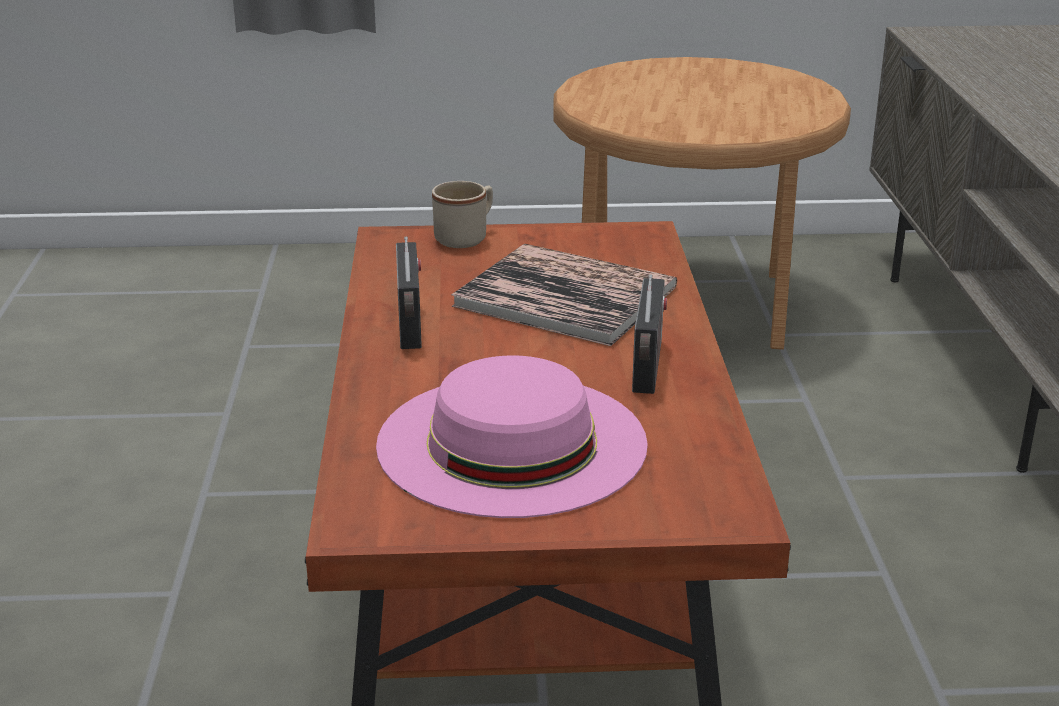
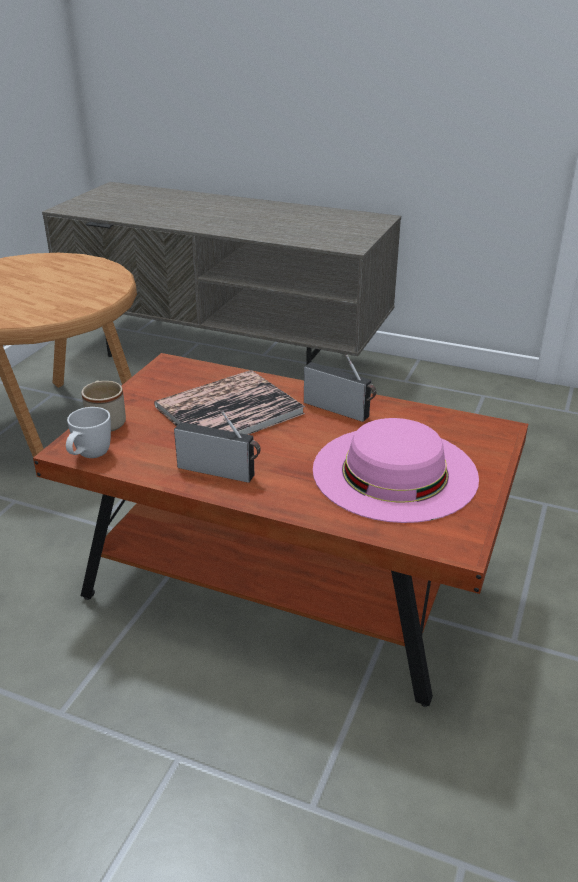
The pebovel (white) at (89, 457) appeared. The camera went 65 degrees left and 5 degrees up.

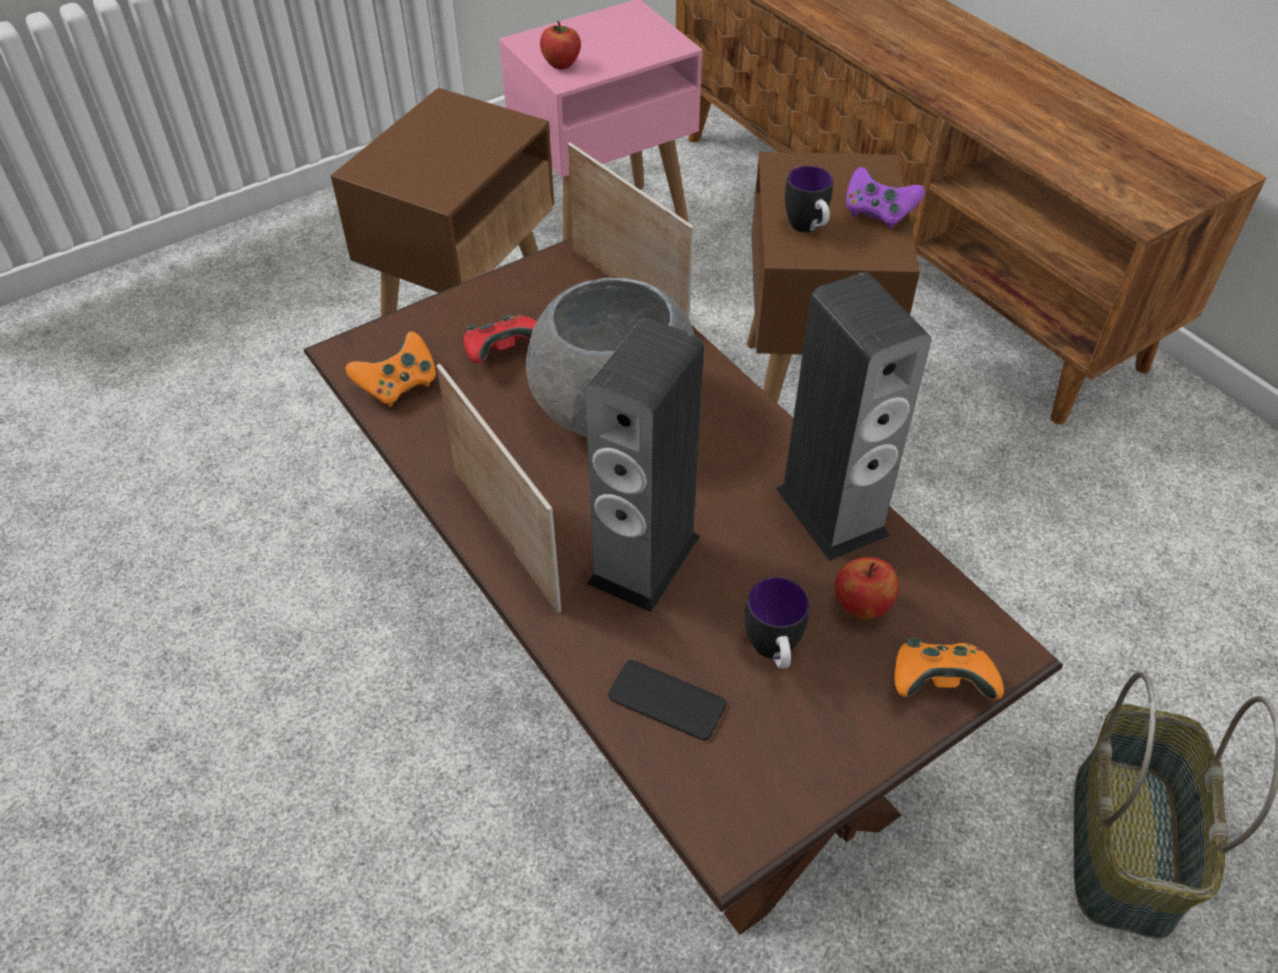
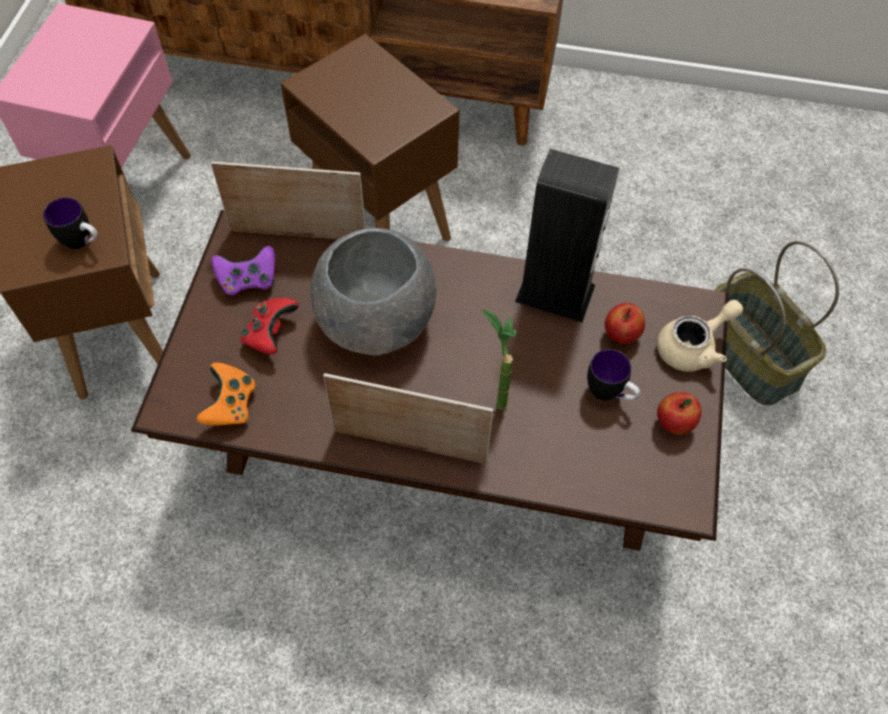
The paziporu at (667, 700) disappeared. The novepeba moved from (561, 65) to (674, 423). The pebovel moved from (808, 229) to (83, 243). The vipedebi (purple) moved from (877, 213) to (248, 280). The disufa at (644, 559) was replaced by the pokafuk at (495, 397). The vipedebi (orange) at (939, 684) was replaced by the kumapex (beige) at (693, 347). The camera went 45 degrees left and 10 degrees up.

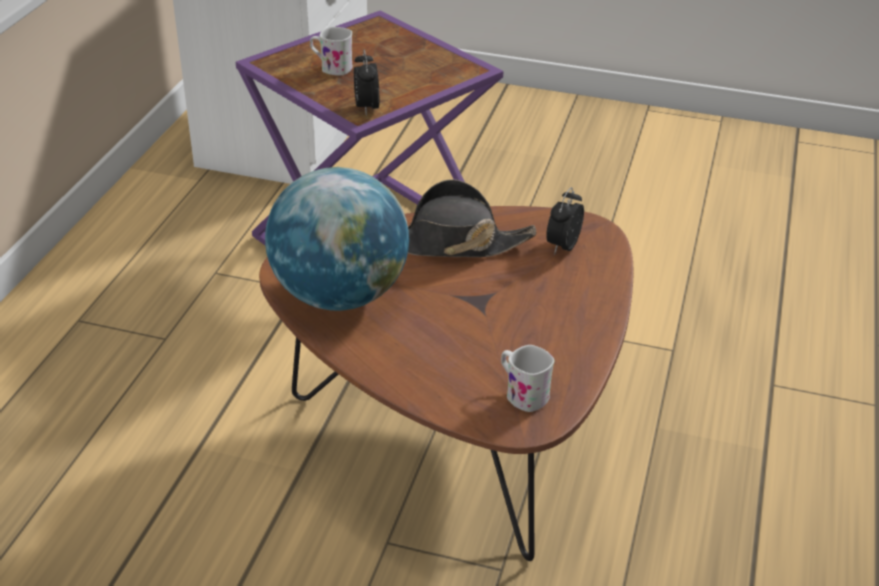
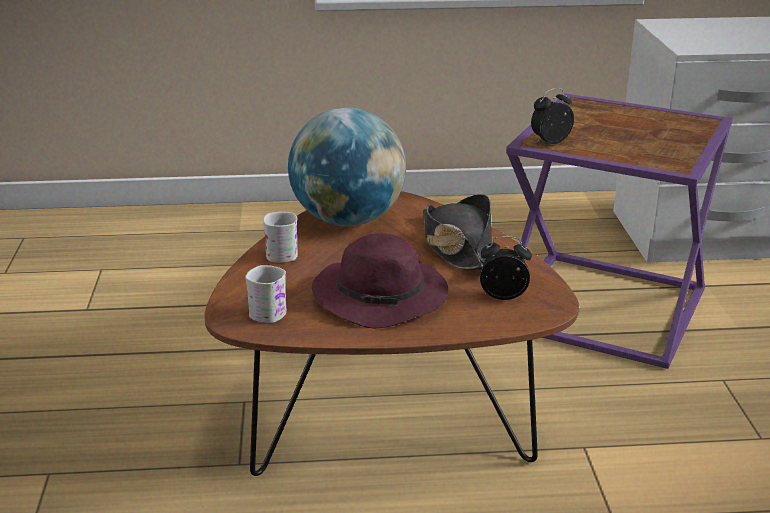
The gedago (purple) at (382, 298) appeared. The pebovel (white) moved from (331, 68) to (282, 252). The camera went 70 degrees right and 10 degrees down.

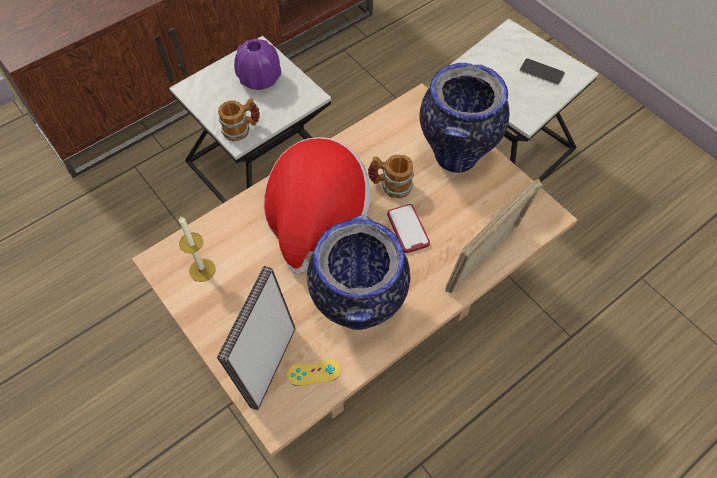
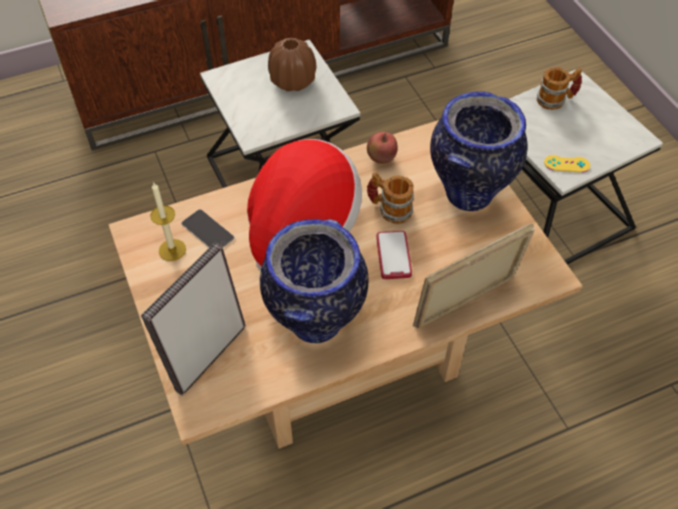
The novepeba at (381, 159) appeared. The pebovel moved from (241, 129) to (556, 100). The vipedebi (yellow) moved from (314, 372) to (566, 164). The paziporu moved from (541, 72) to (207, 231). The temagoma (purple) at (259, 79) became the temagoma (brown) at (292, 81). The camera went 15 degrees right and 5 degrees down.

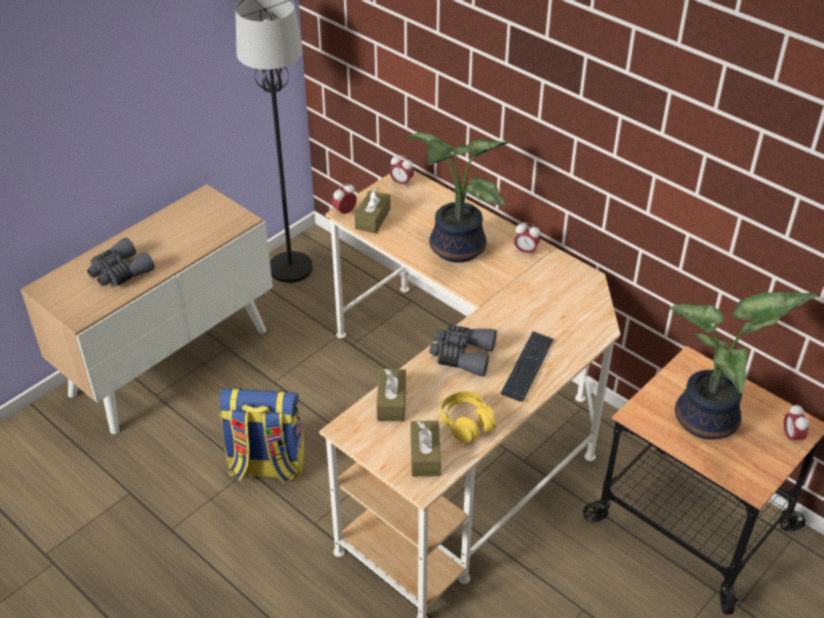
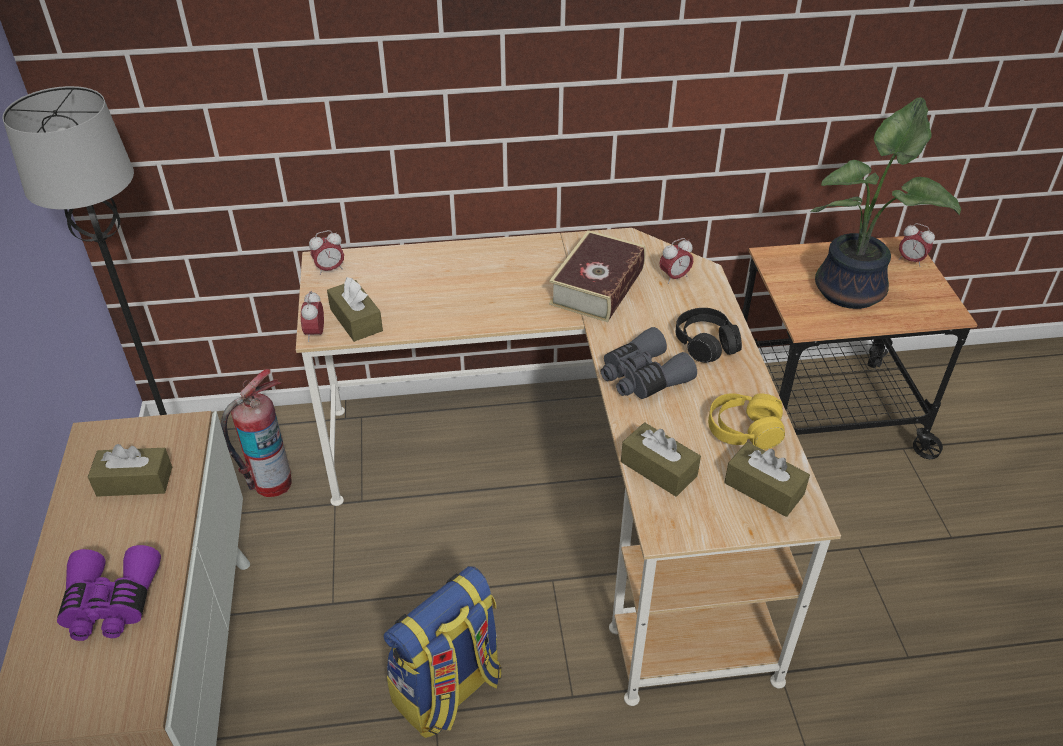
The pokafuk at (453, 248) disappeared. The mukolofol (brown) at (135, 481) appeared. The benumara at (271, 483) appeared. The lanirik at (597, 286) appeared. The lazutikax moved from (525, 251) to (674, 277). The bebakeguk at (527, 367) was replaced by the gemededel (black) at (706, 344). The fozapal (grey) at (120, 272) became the fozapal (purple) at (110, 603). The camera went 50 degrees left and 0 degrees up.

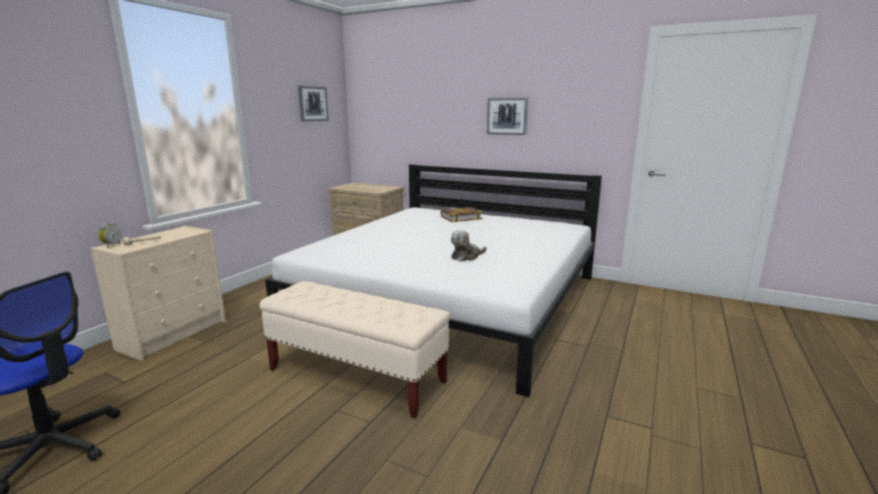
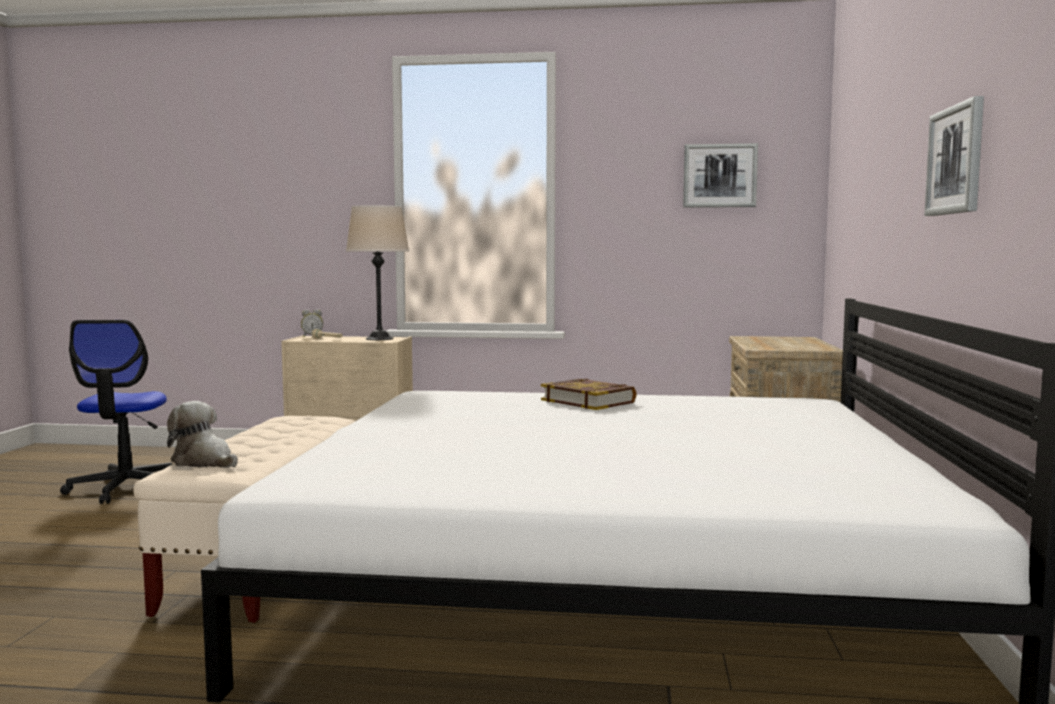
The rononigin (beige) at (379, 339) appeared. The lanirik moved from (461, 217) to (588, 401). The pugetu moved from (466, 256) to (204, 462). The camera went 70 degrees right and 10 degrees down.

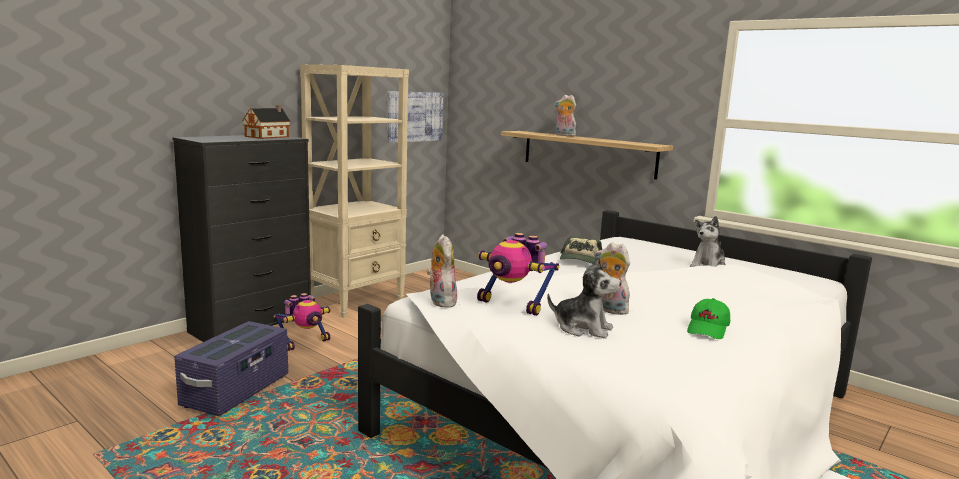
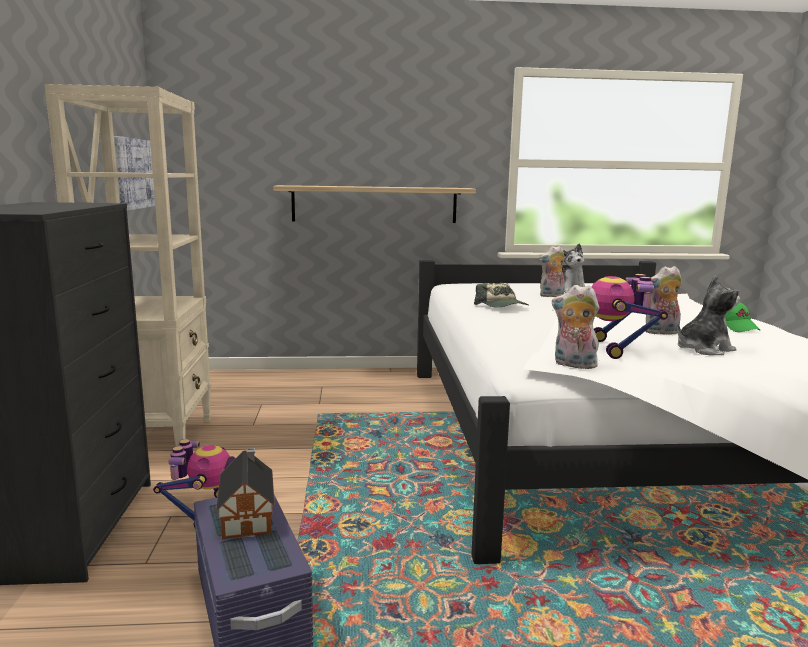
The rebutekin moved from (269, 137) to (248, 515). The pugetu moved from (564, 135) to (551, 296). The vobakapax at (513, 305) turned 105 degrees clockwise. The camera went 45 degrees left and 0 degrees up.

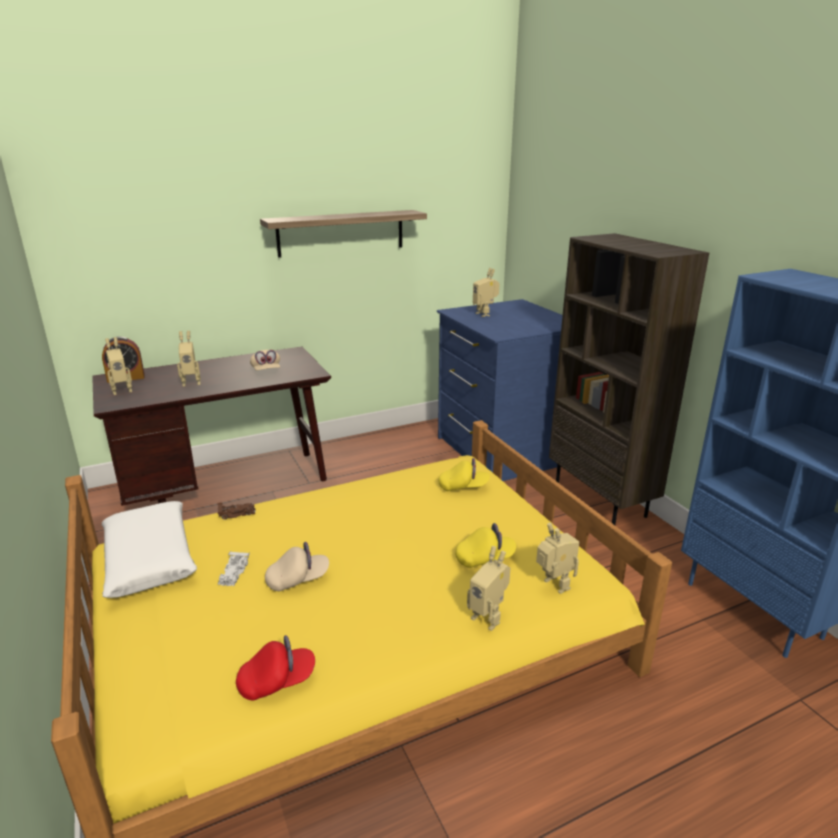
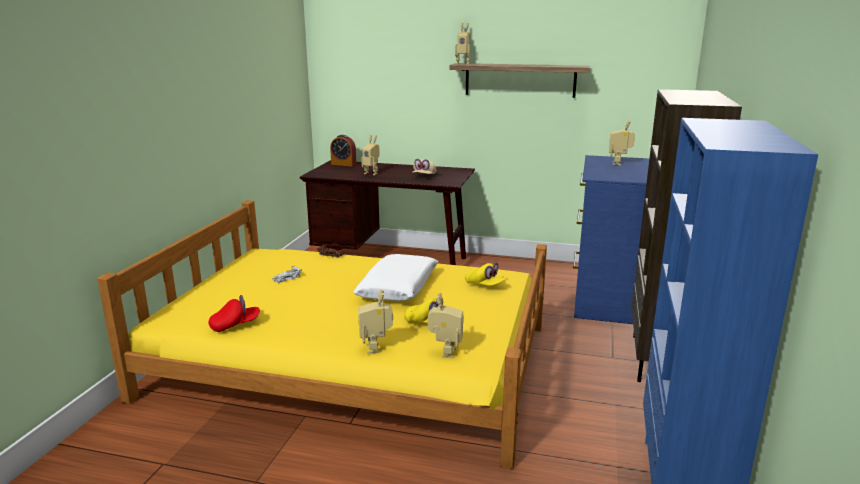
The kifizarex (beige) at (298, 579) disappeared. The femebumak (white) moved from (150, 558) to (398, 287). The vobakapax moved from (122, 390) to (463, 63). The kifizarex (red) at (277, 681) turned 45 degrees counterclockwise. The camera went 40 degrees right and 5 degrees down.

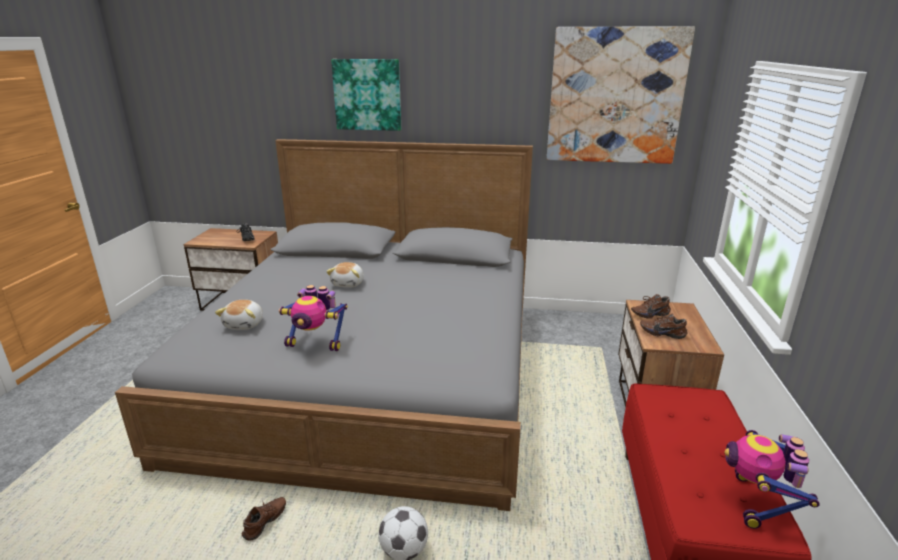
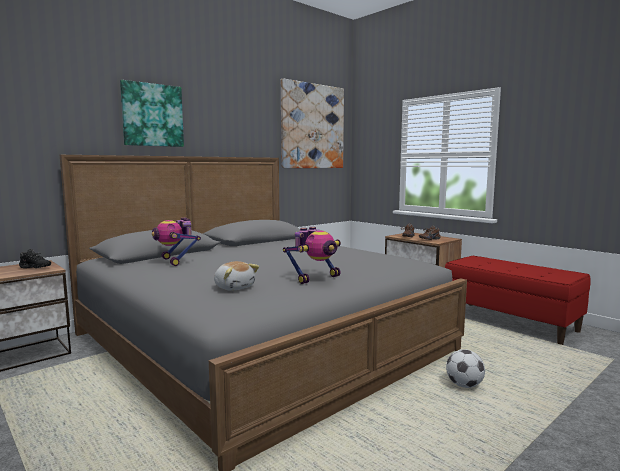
The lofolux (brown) at (266, 523) disappeared. The pugetu at (348, 283) disappeared. The vobakapax moved from (757, 503) to (176, 261). The camera went 50 degrees left and 15 degrees down.

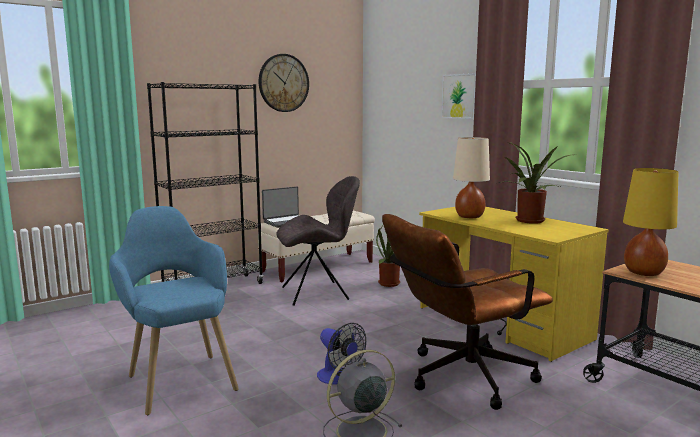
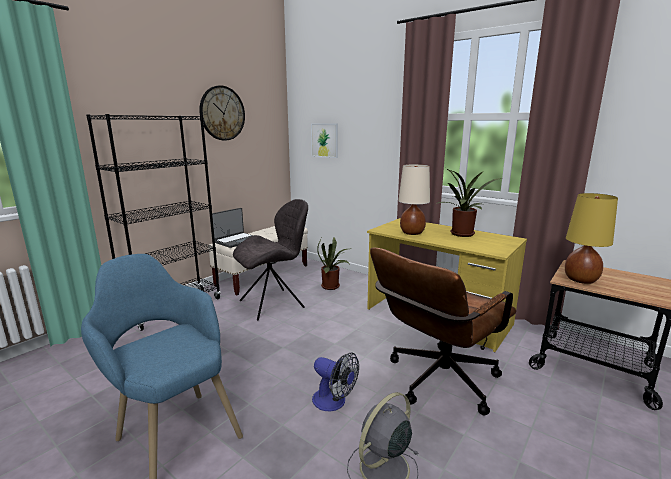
The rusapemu moved from (459, 96) to (324, 140). The camera went 15 degrees left and 5 degrees up.

